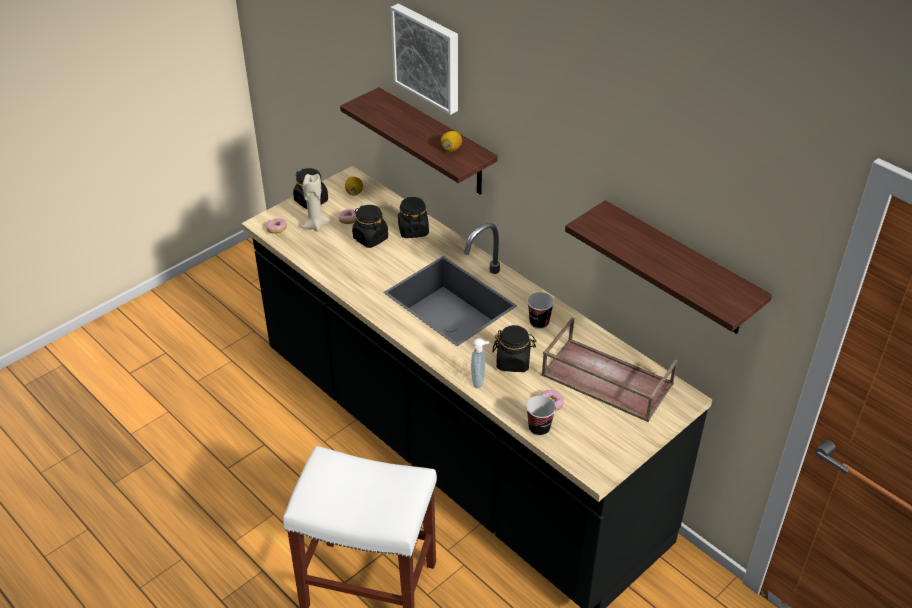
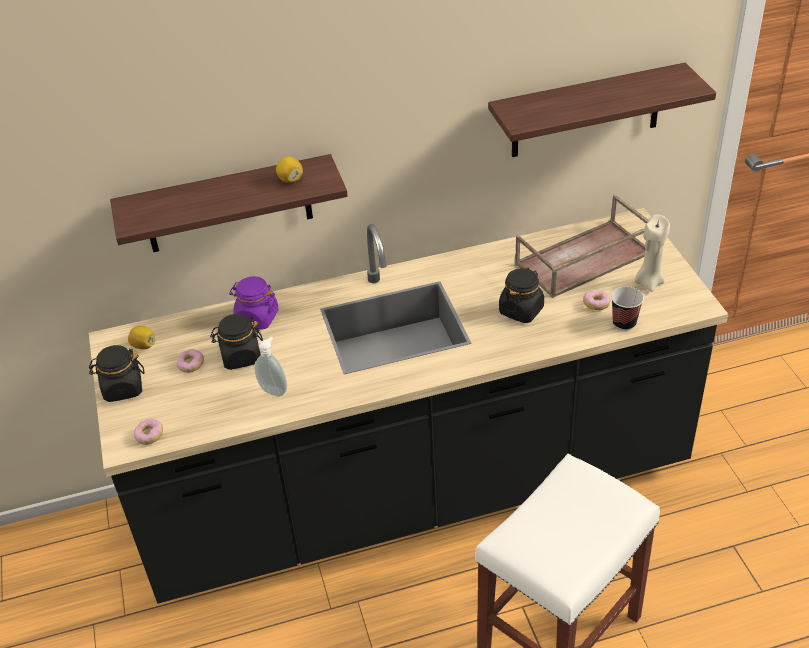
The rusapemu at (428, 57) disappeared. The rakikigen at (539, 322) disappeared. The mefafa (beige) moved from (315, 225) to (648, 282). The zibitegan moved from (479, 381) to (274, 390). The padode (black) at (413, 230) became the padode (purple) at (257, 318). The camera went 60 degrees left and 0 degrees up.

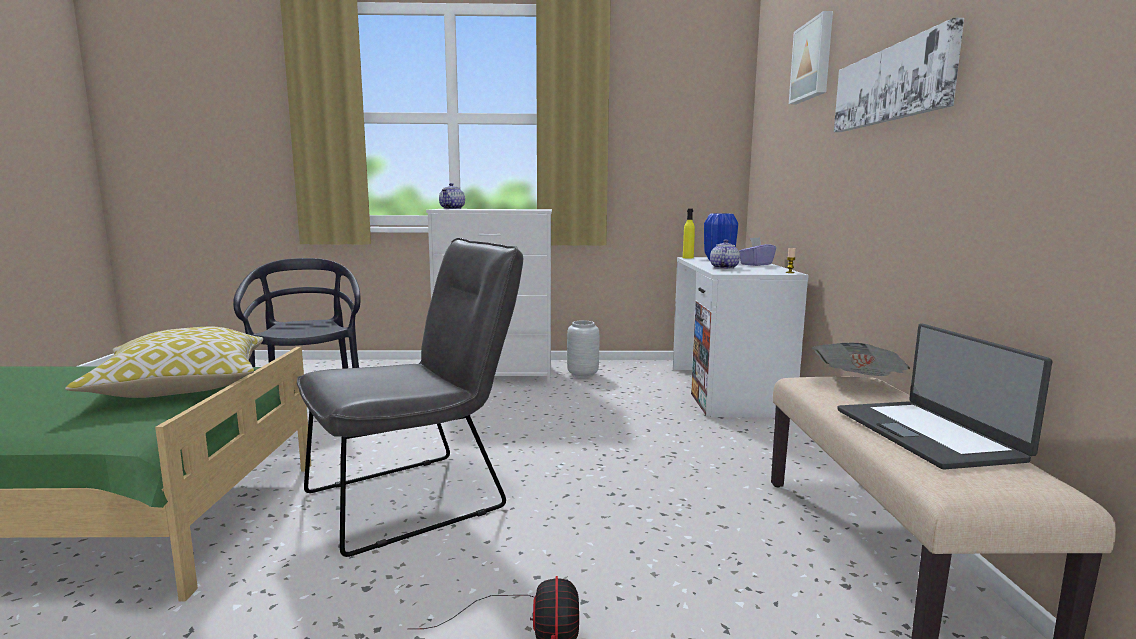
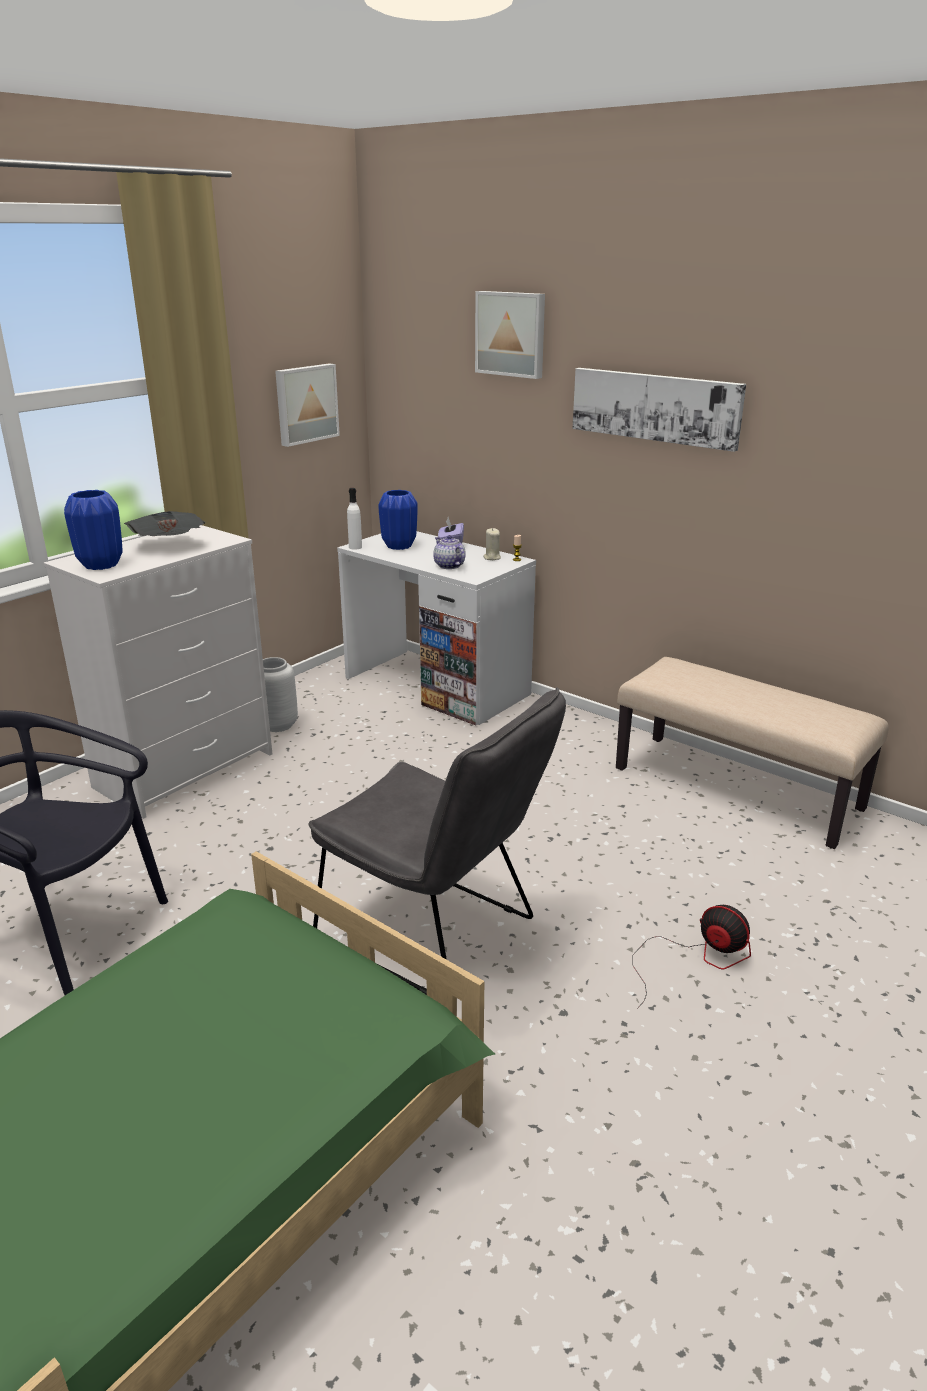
The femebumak at (182, 386) disappeared. The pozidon at (928, 434) disappeared. The rusapemu at (305, 404) appeared. The mefafa (beige) at (492, 557) appeared. The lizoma moved from (858, 384) to (169, 545). The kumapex at (452, 208) was replaced by the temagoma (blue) at (101, 565). The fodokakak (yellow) at (688, 258) became the fodokakak (white) at (355, 547). The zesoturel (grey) at (418, 497) turned 120 degrees clockwise. The camera went 50 degrees left and 15 degrees up.

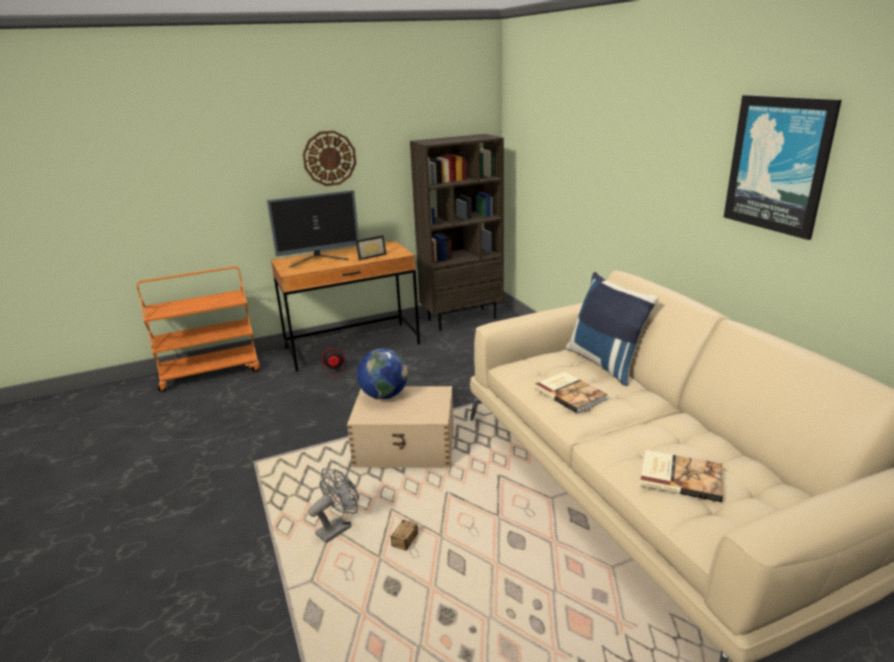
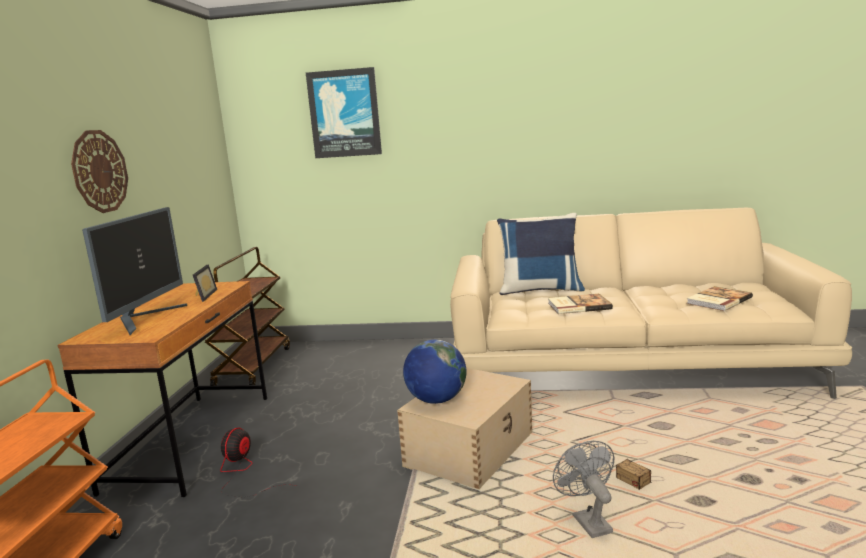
The rusapemu moved from (778, 164) to (344, 113). The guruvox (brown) at (462, 318) was replaced by the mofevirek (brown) at (253, 366). The camera went 60 degrees left and 10 degrees down.

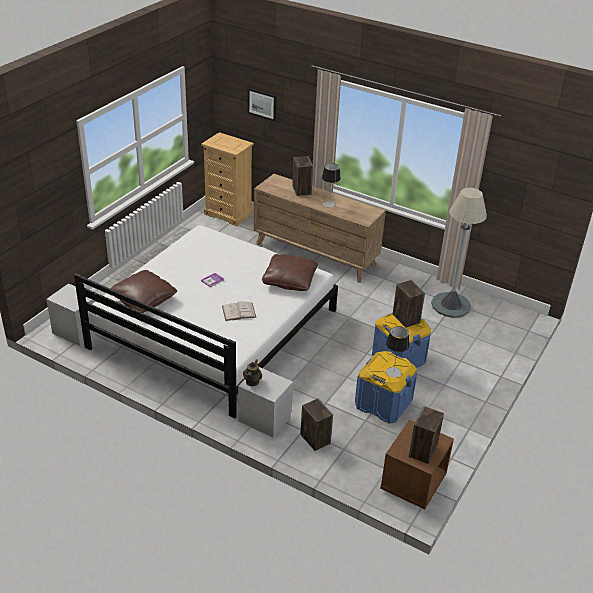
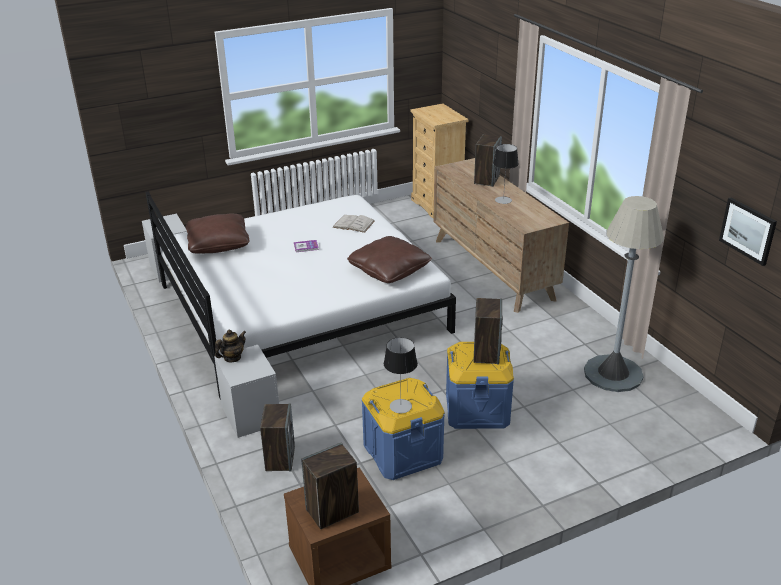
The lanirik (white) moved from (239, 311) to (353, 224). The rusapemu moved from (262, 104) to (748, 230). The camera went 35 degrees right and 5 degrees down.

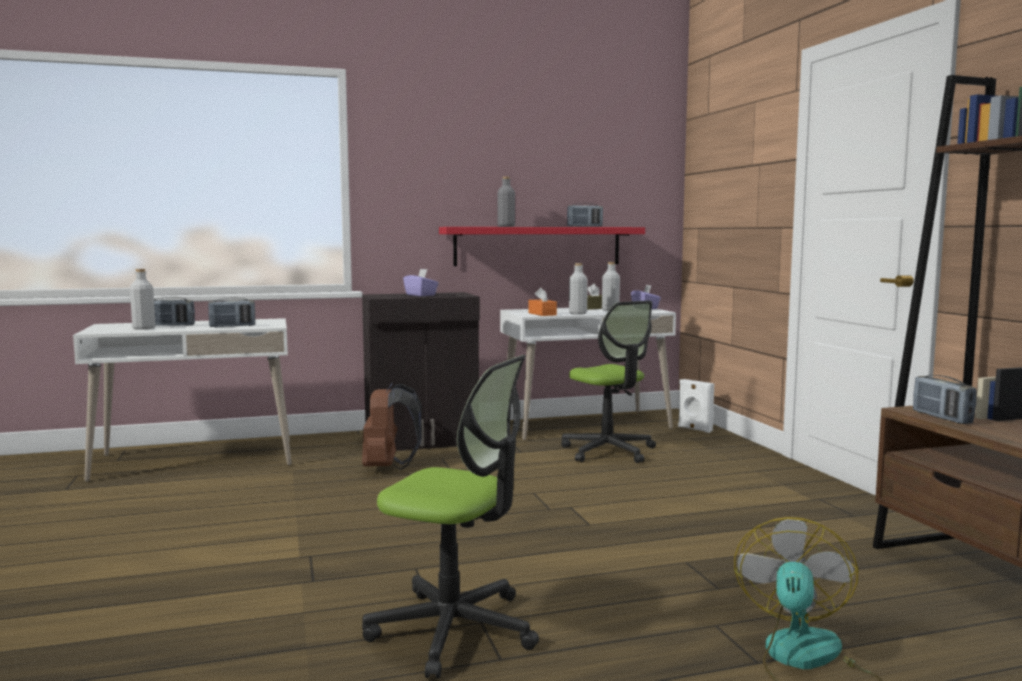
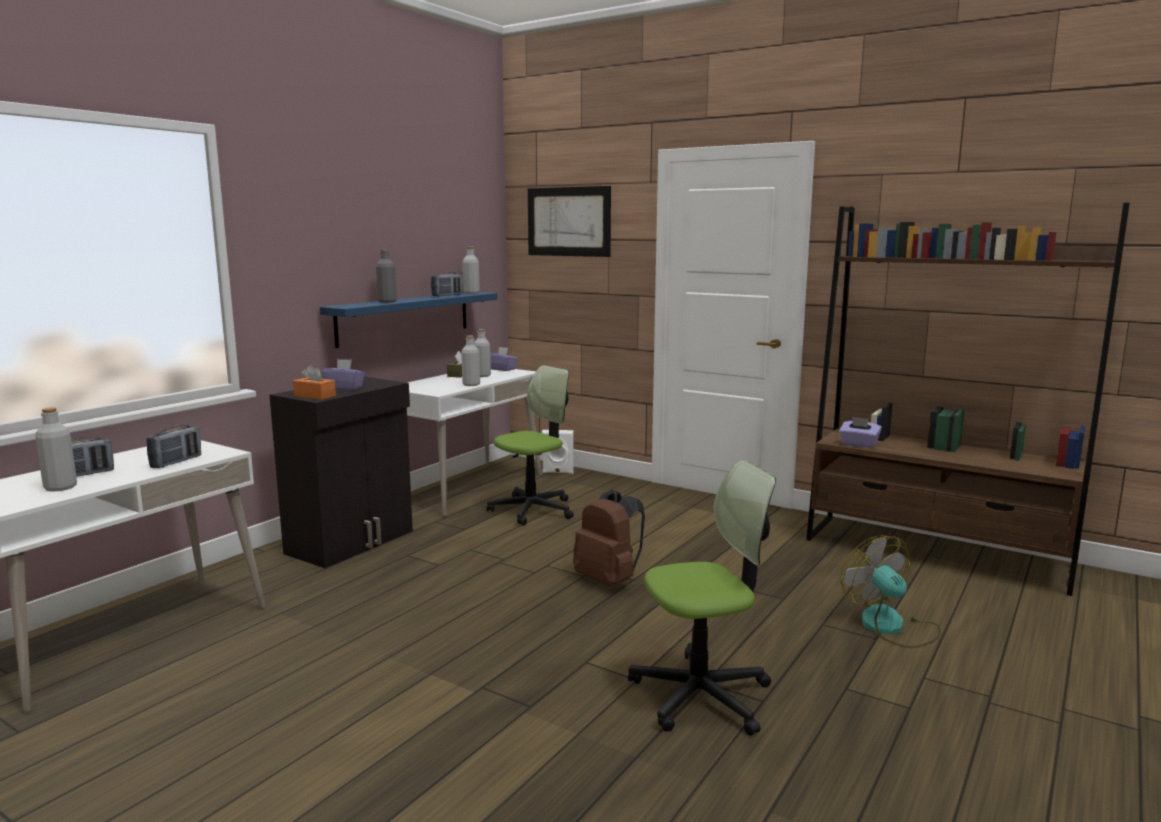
The fodokakak (grey) at (471, 293) appeared. The rusapemu at (568, 221) appeared. The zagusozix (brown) moved from (388, 467) to (609, 580). The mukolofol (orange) moved from (542, 314) to (314, 396). The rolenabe at (941, 418) was replaced by the mukolofol (purple) at (858, 444). The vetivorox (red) at (538, 246) became the vetivorox (blue) at (405, 317). The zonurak at (608, 451) turned 60 degrees counterclockwise. The camera went 40 degrees left and 5 degrees up.

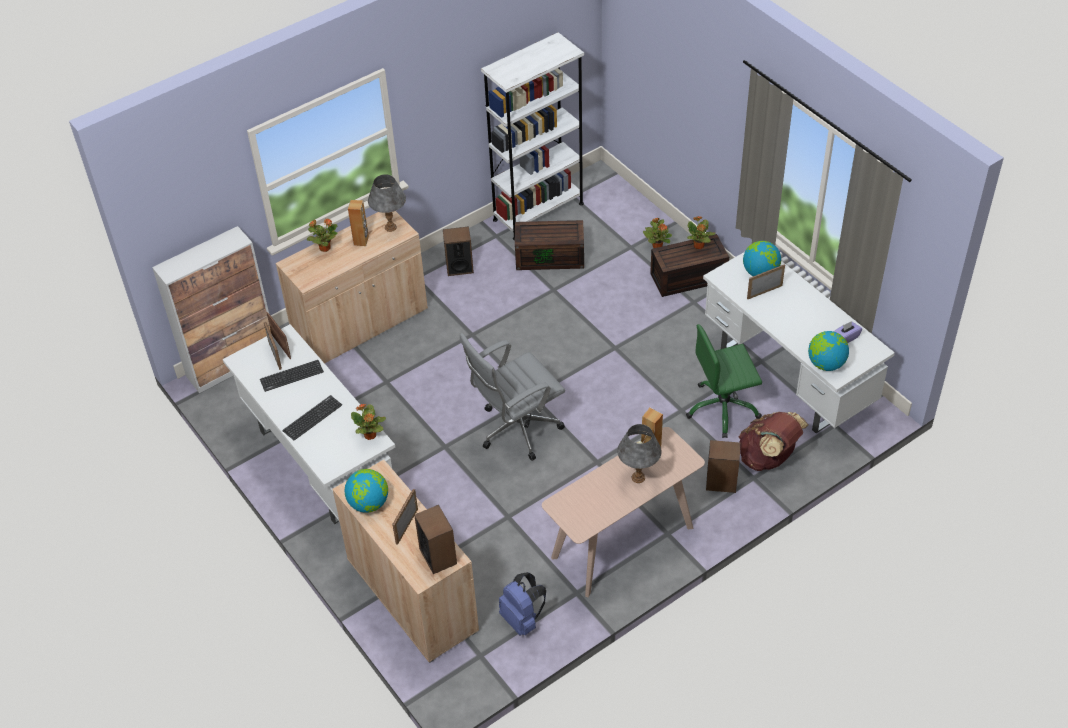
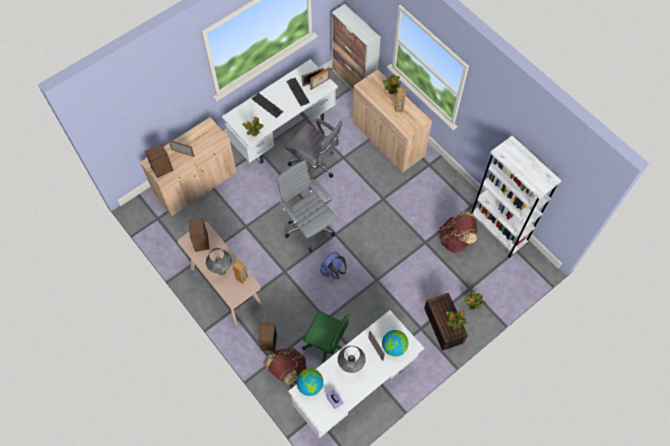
The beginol at (369, 503) disappeared. The zonurak (grey) at (314, 166) appeared. The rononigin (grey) moved from (390, 227) to (350, 366). The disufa moved from (459, 267) to (201, 242). The zagusozix (blue) moved from (522, 619) to (333, 271). The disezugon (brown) at (551, 256) was replaced by the zagusozix (brown) at (455, 239). The zonurak (green) at (723, 409) turned 135 degrees clockwise. The camera went 85 degrees right and 15 degrees up.

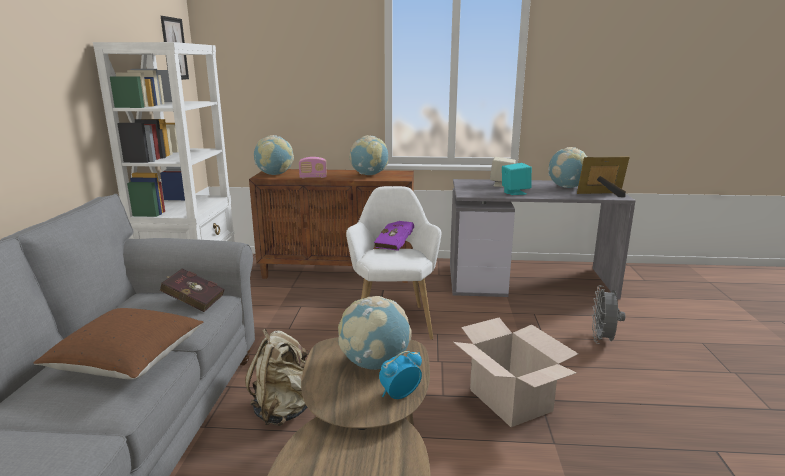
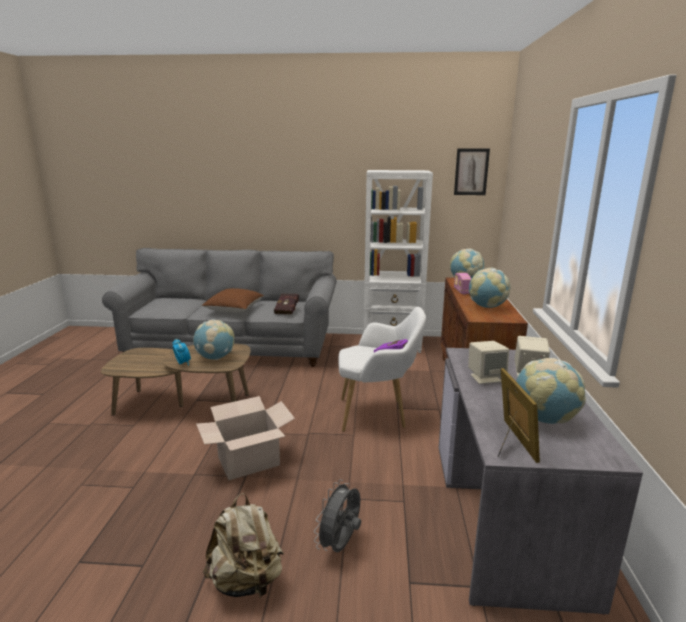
The zagusozix (beige) moved from (284, 410) to (246, 581). The disufa (turquoise) at (514, 192) became the disufa (beige) at (485, 378). The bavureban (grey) at (603, 340) turned 75 degrees counterclockwise. The camera went 90 degrees right and 0 degrees up.

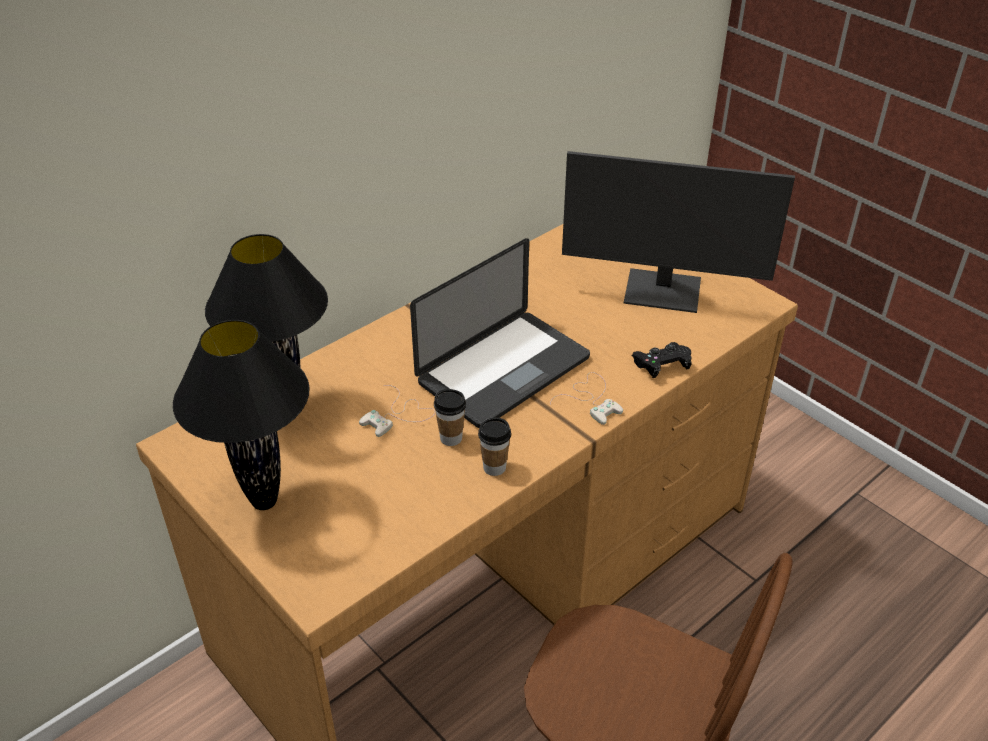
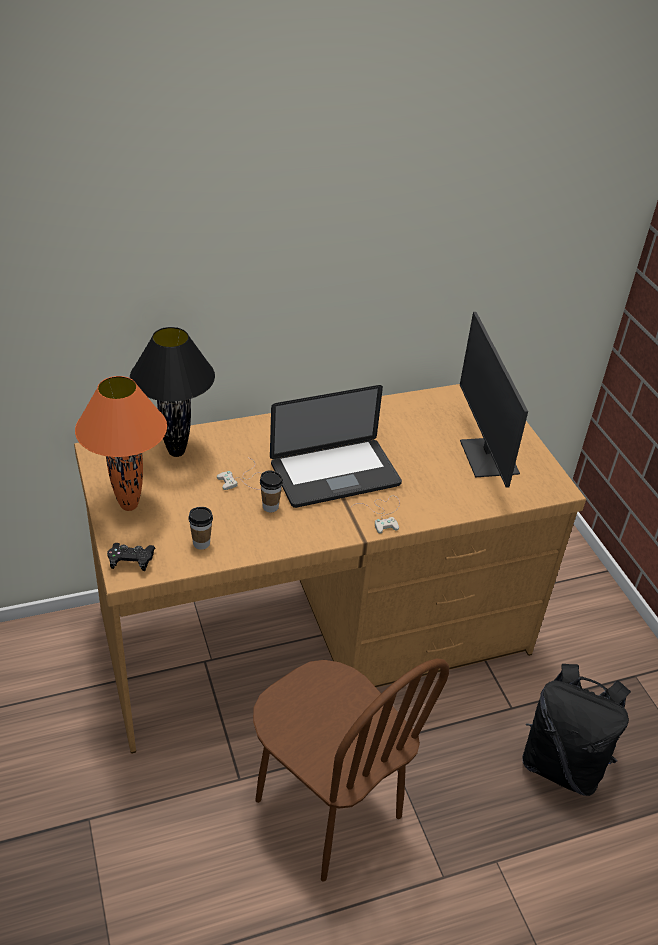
The zagusozix (black) at (562, 763) appeared. The rakikigen moved from (494, 467) to (201, 543). The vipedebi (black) moved from (661, 366) to (131, 561). The rononigin (black) at (263, 502) became the rononigin (orange) at (128, 505). The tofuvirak at (663, 292) turned 45 degrees clockwise. The camera went 20 degrees right and 0 degrees up.

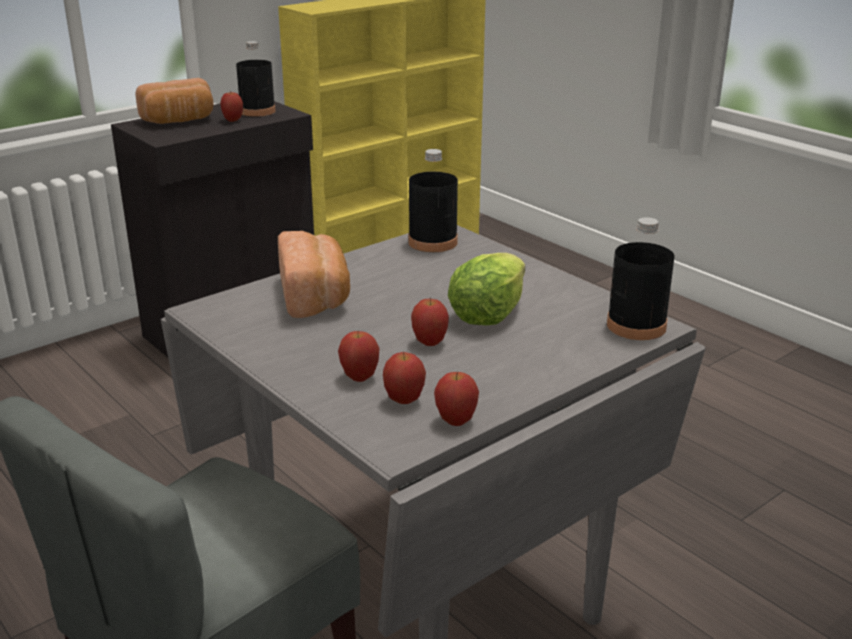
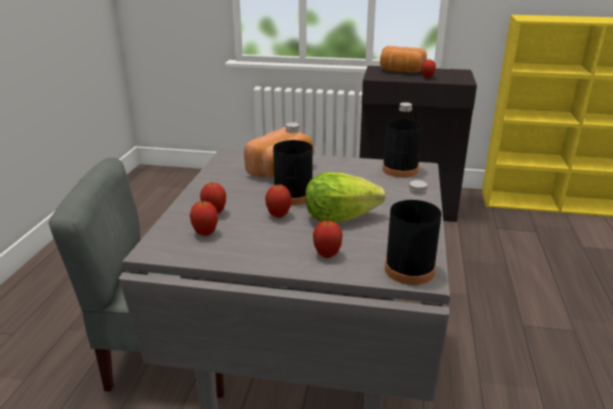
The fodokakak (black) moved from (257, 111) to (293, 196). The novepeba moved from (456, 421) to (327, 254). The camera went 50 degrees right and 0 degrees up.

